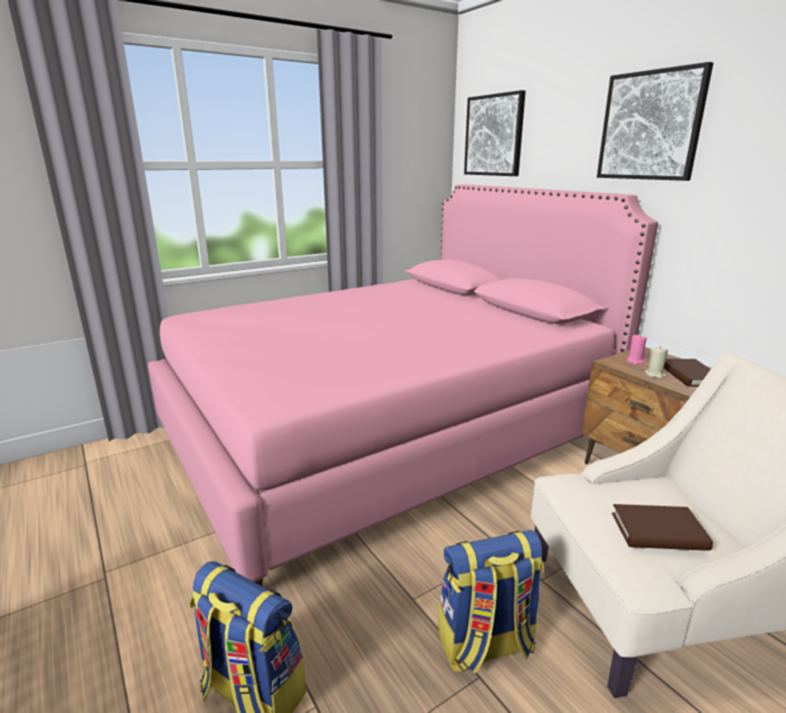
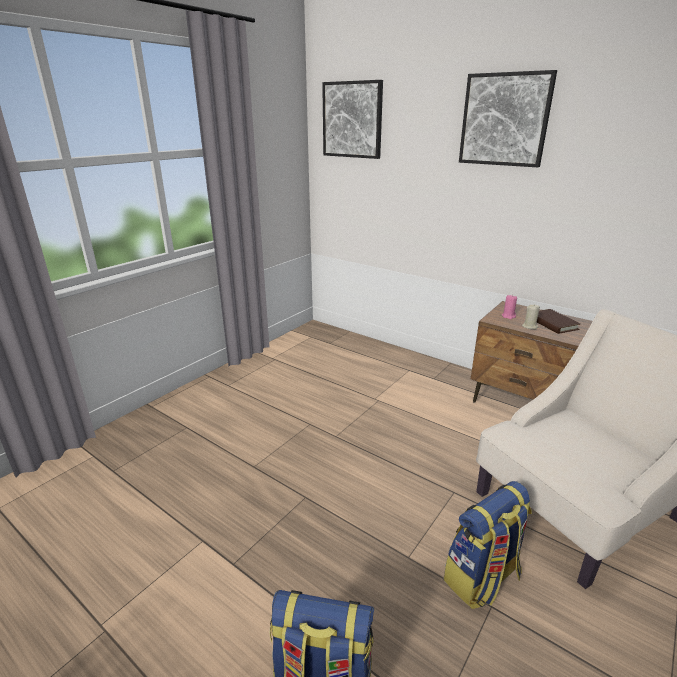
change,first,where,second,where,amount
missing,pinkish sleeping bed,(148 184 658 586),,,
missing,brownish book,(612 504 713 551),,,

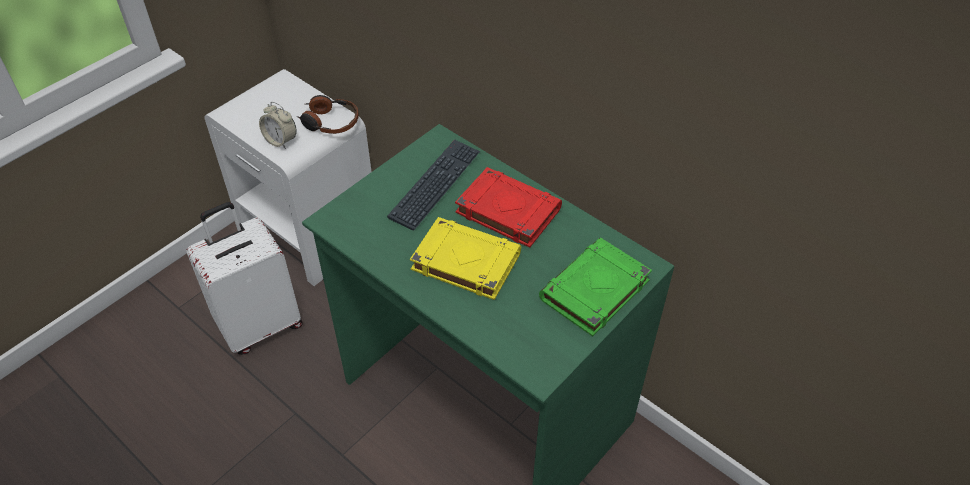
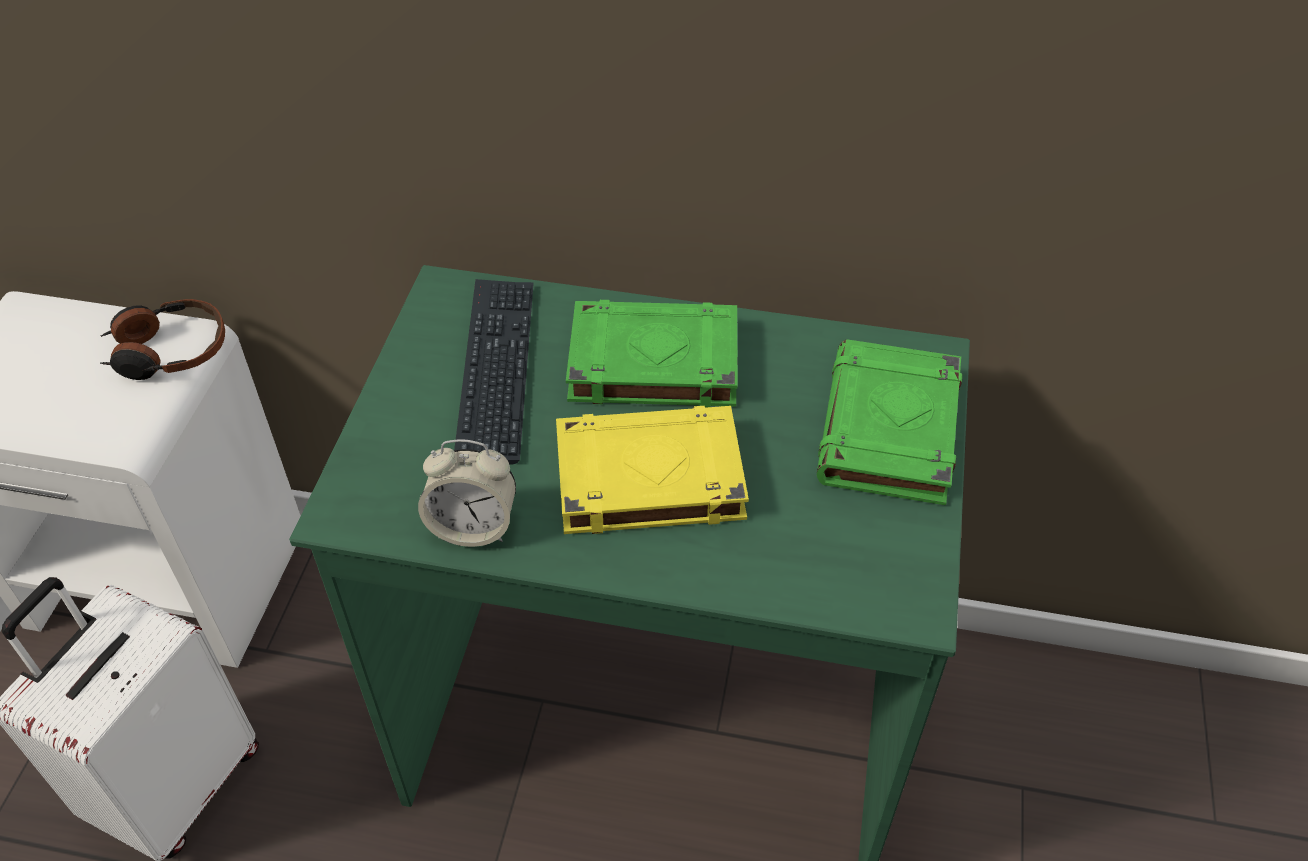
change,first,where,second,where,amount
relocated,table clock,(259 102 297 149),,(418 439 516 547),
colour,red-coloured book,(455 167 562 248),greenish book,(566 300 738 407),

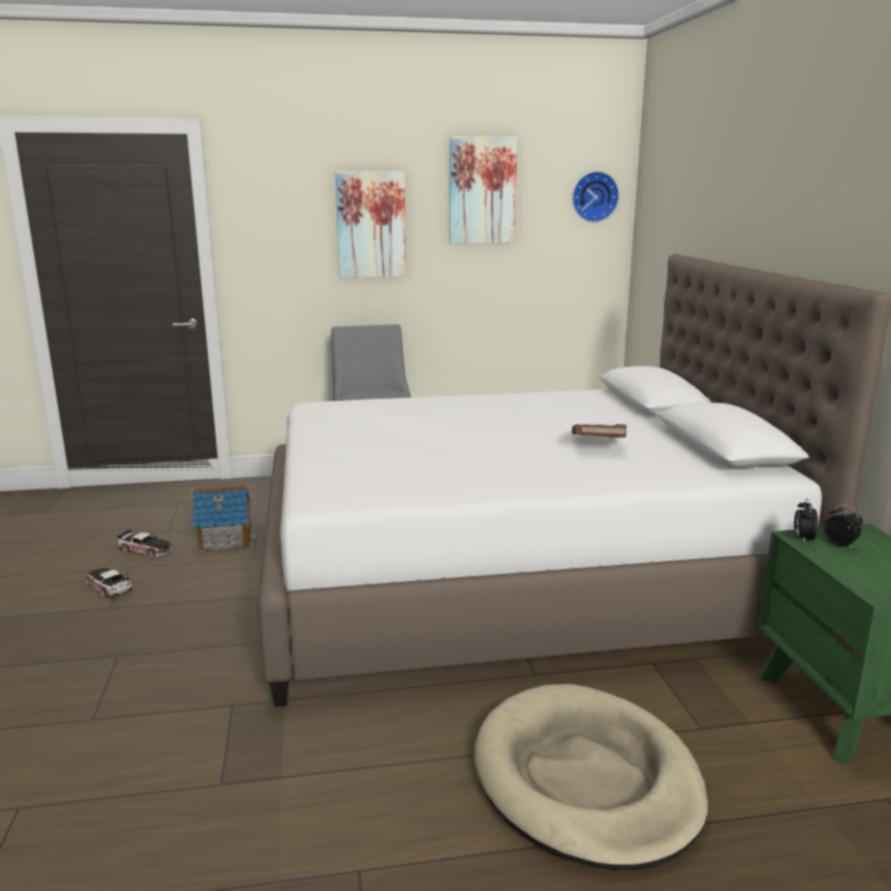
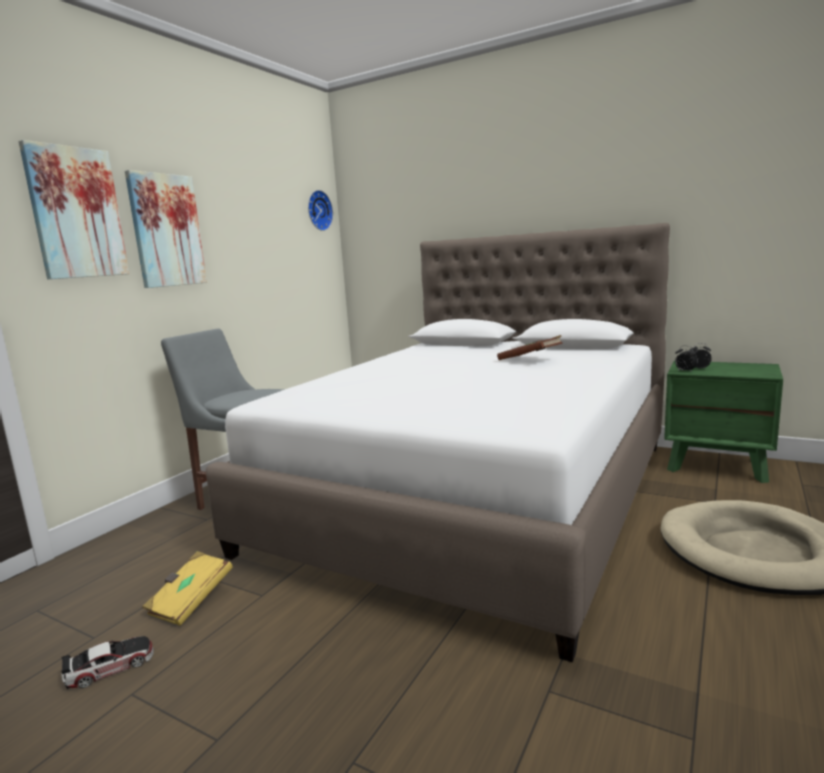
change,first,where,second,where,amount
relocated,wall picture,(449 136 517 244),,(18 140 130 279),
exchanged,toy house,(191 484 258 552),yellow-coloured book,(142 551 233 626),
missing,model car,(86 568 132 598),,,

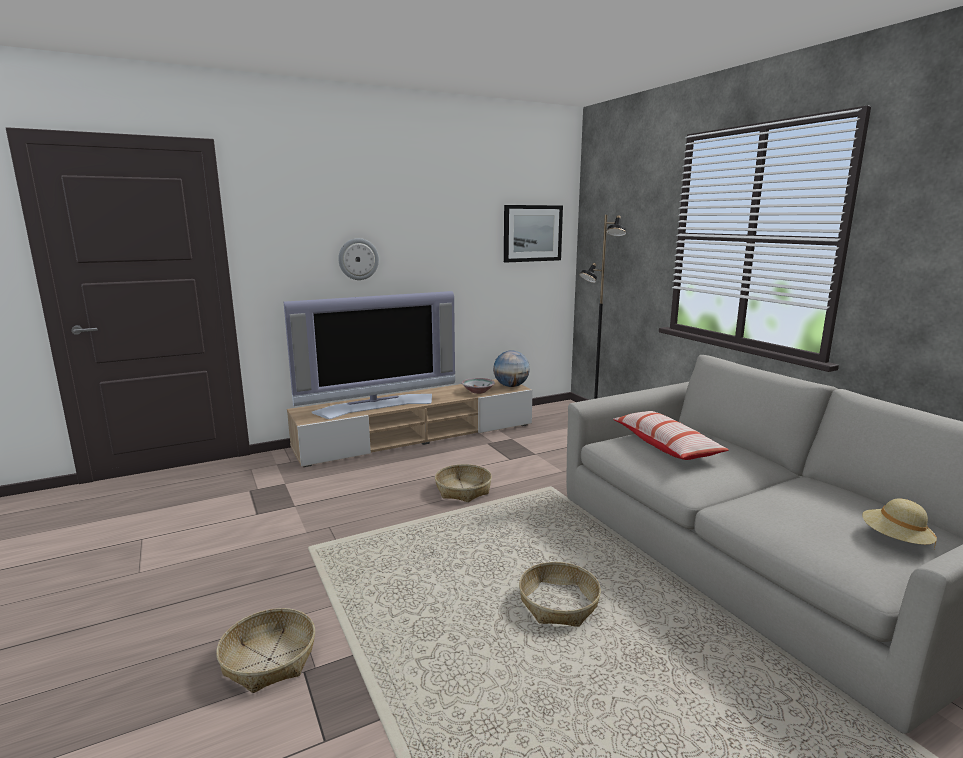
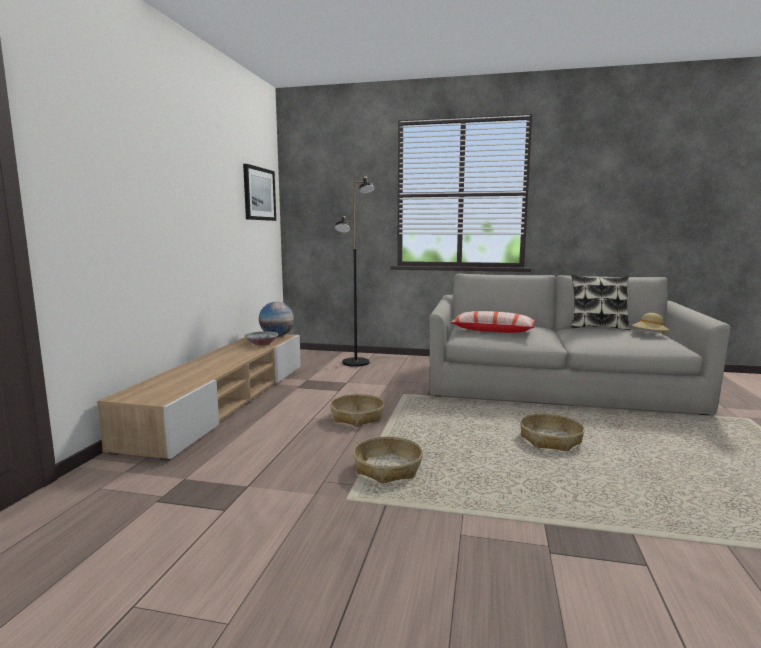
change,first,where,second,where,amount
missing,wall clock,(338 238 379 280),,,
missing,TV,(284 291 455 419),,,
relocated,storage basket,(216 608 315 693),,(353 437 423 483),
appeared,,,pillow,(571 274 630 330),

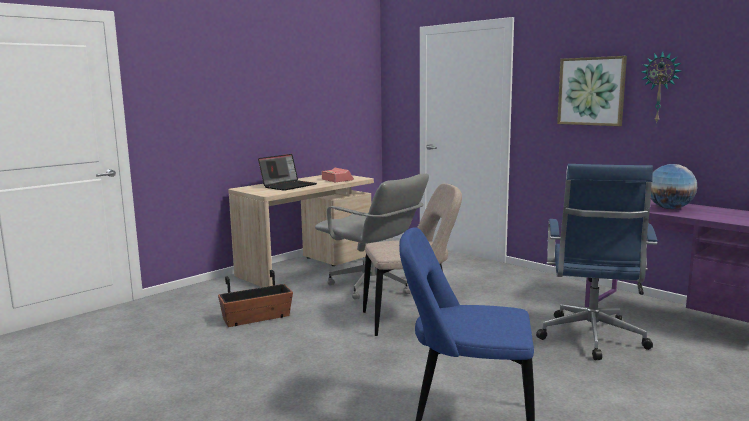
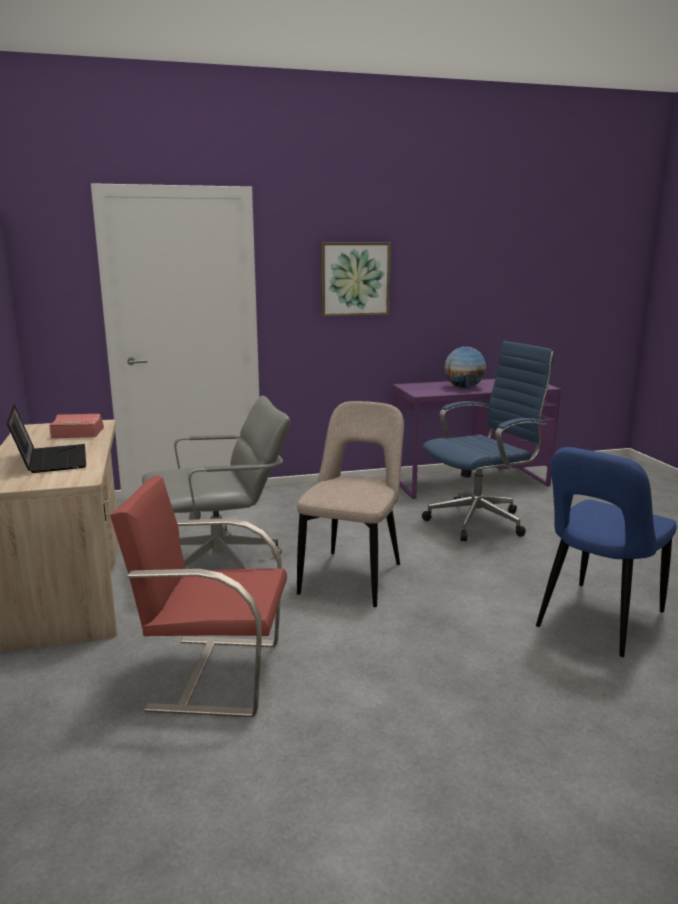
change,first,where,second,where,amount
missing,wall clock,(642 52 681 124),,,
spun,blue computer chair,(536 164 658 360),,(422 341 554 541),75 degrees counterclockwise
exchanged,plant pot,(218 270 293 327),red-coloured chair,(110 476 287 717),

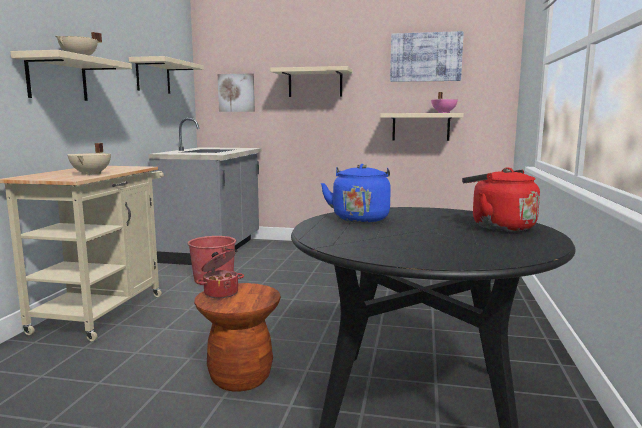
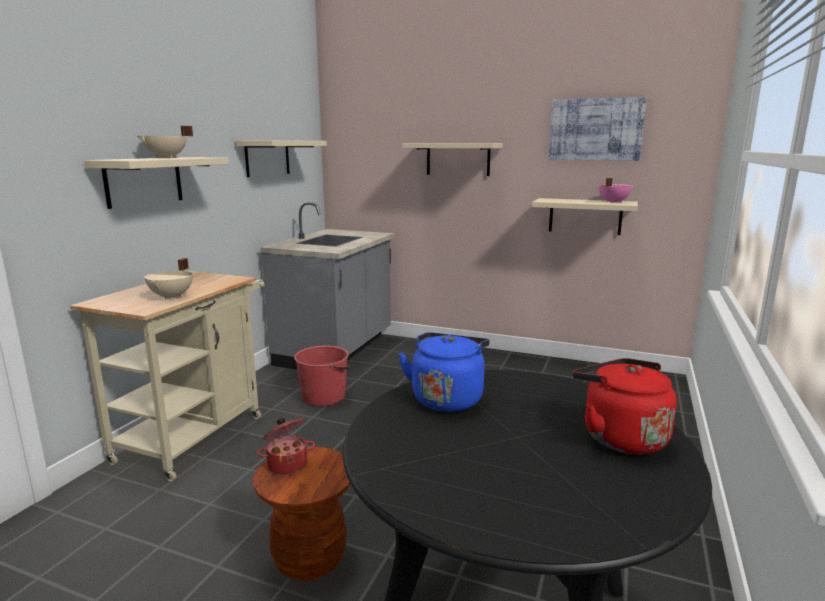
change,first,where,second,where,amount
missing,wall picture,(218 73 255 112),,,

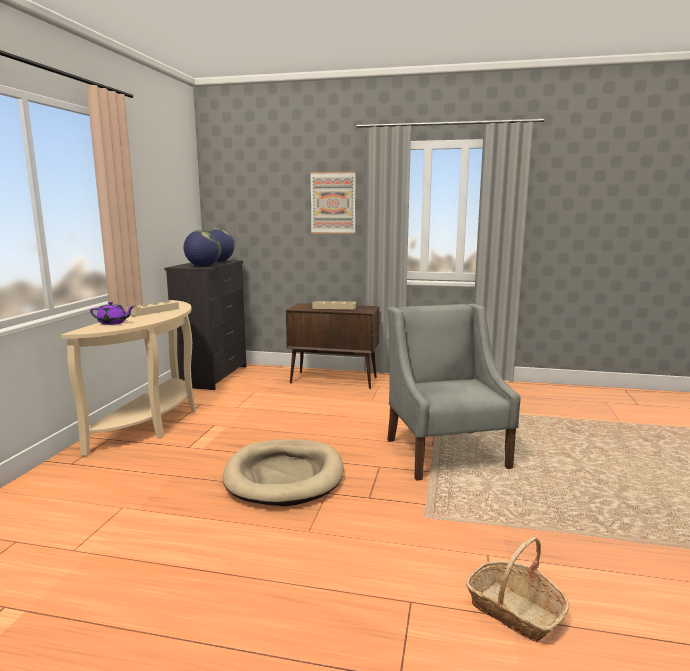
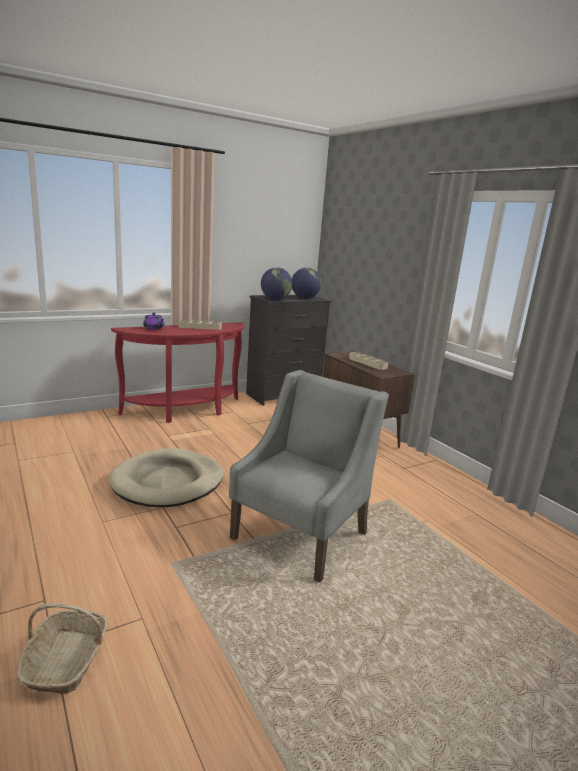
change,first,where,second,where,amount
missing,wall picture,(310 172 356 234),,,
colour,beige-coloured narrow table,(61 300 196 456),red-coloured narrow table,(111 322 244 423),

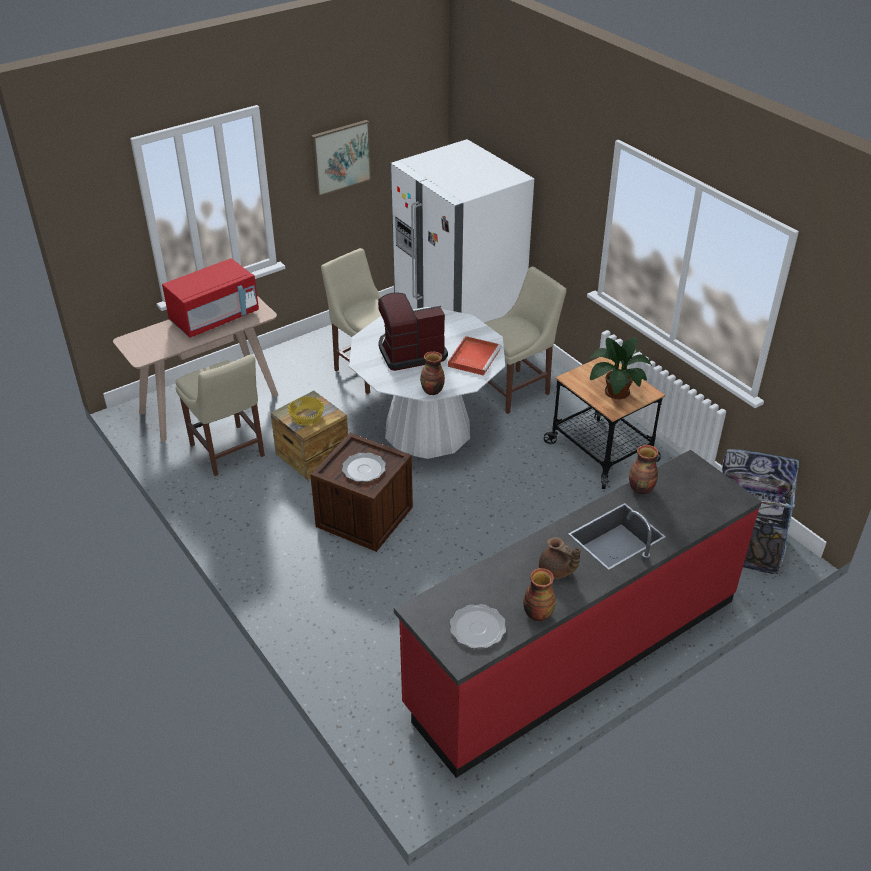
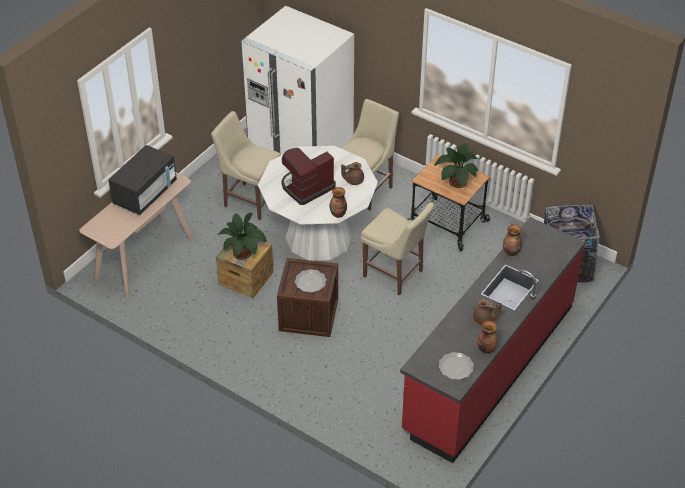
change,first,where,second,where,amount
missing,wall picture,(311 120 371 197),,,
colour,red-coloured kitchen microwave,(162 258 259 338),black-coloured kitchen microwave,(109 145 177 215),
exchanged,red-coloured tray,(448 336 501 376),brownish tea pot,(341 162 364 185),
relocated,beige-coloured chair,(175 354 265 476),,(361 202 434 295),
exchanged,yellow-coloured serving bowl,(288 397 324 426),houseplant,(218 213 267 260),

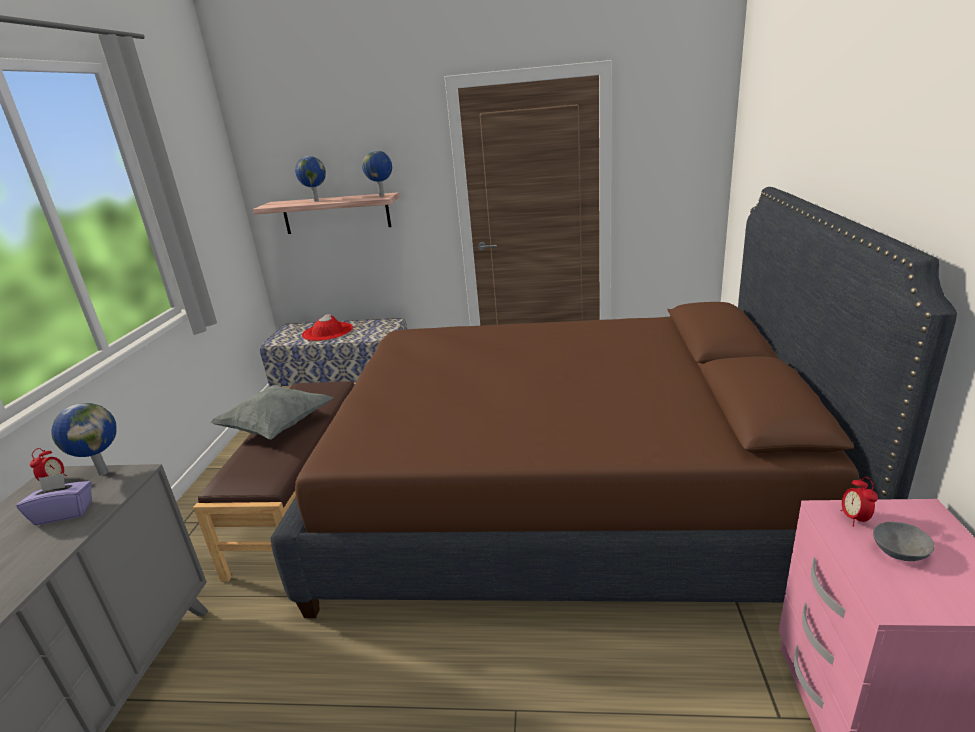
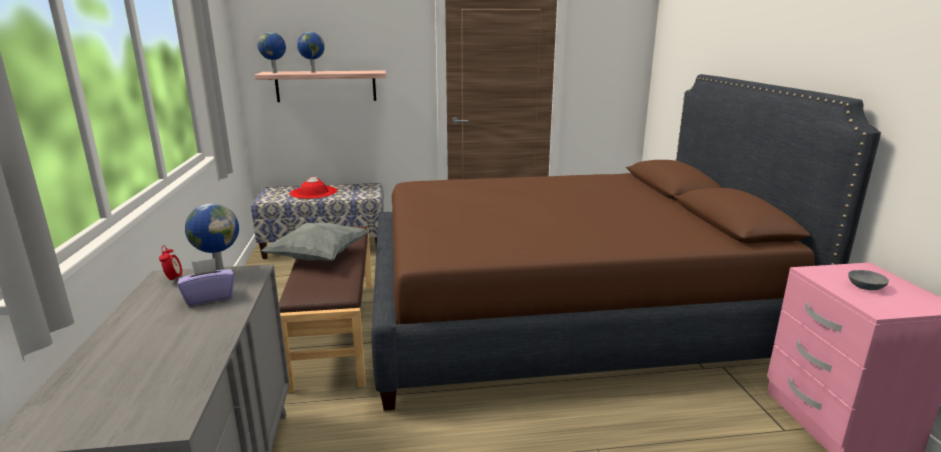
change,first,where,second,where,amount
relocated,world globe,(362 150 392 196),,(258 32 286 73),
missing,table clock,(841 477 878 526),,,

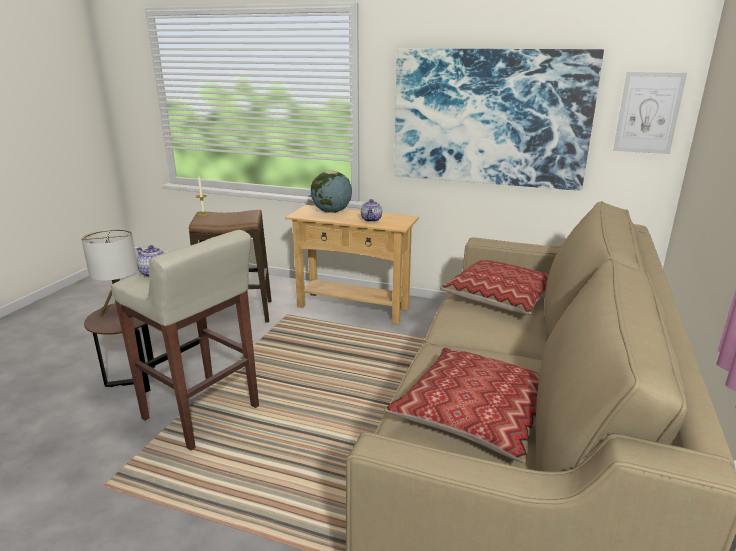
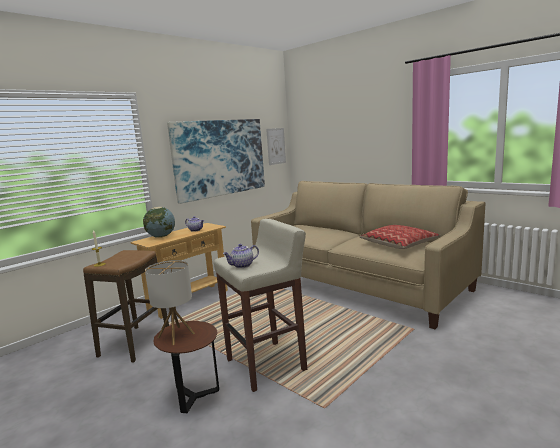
change,first,where,second,where,amount
missing,pillow,(440 260 549 315),,,

